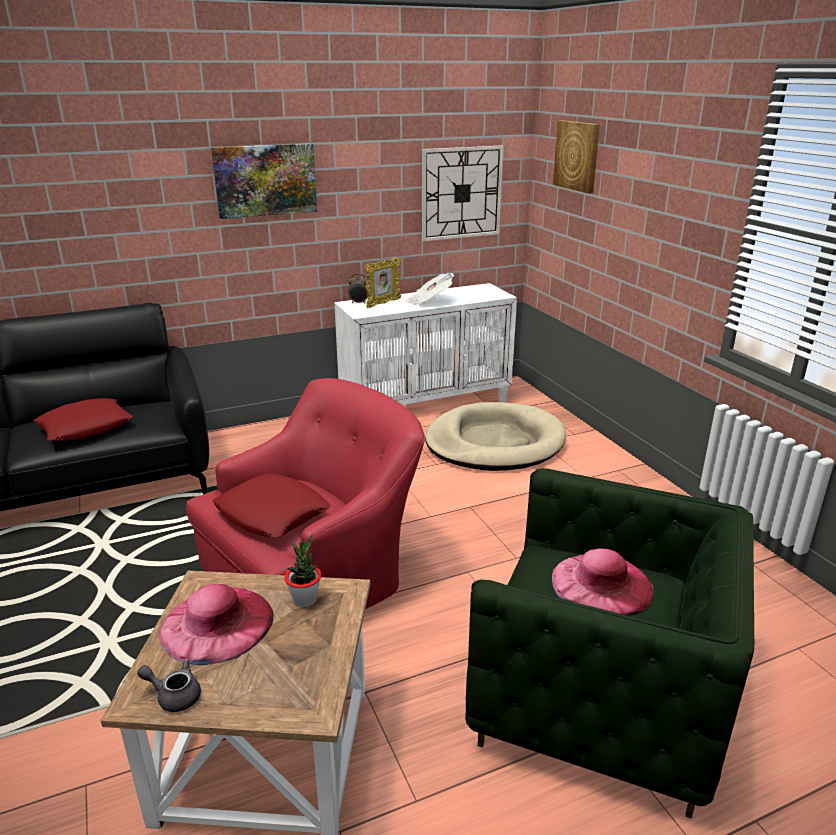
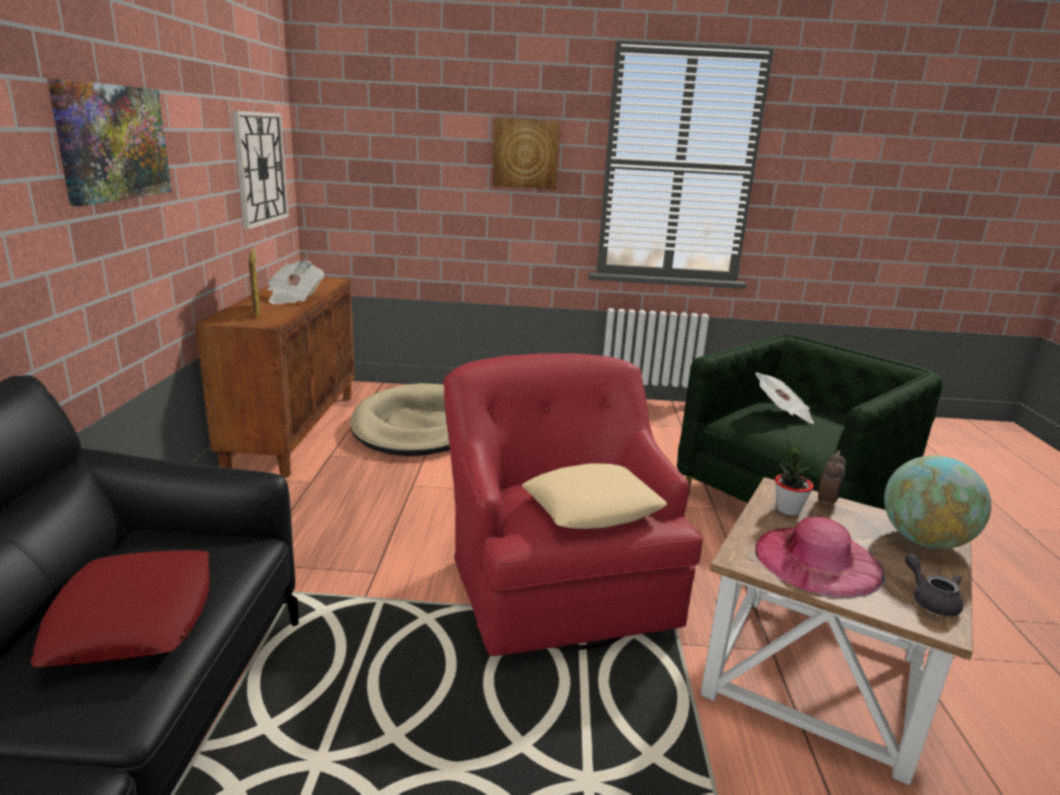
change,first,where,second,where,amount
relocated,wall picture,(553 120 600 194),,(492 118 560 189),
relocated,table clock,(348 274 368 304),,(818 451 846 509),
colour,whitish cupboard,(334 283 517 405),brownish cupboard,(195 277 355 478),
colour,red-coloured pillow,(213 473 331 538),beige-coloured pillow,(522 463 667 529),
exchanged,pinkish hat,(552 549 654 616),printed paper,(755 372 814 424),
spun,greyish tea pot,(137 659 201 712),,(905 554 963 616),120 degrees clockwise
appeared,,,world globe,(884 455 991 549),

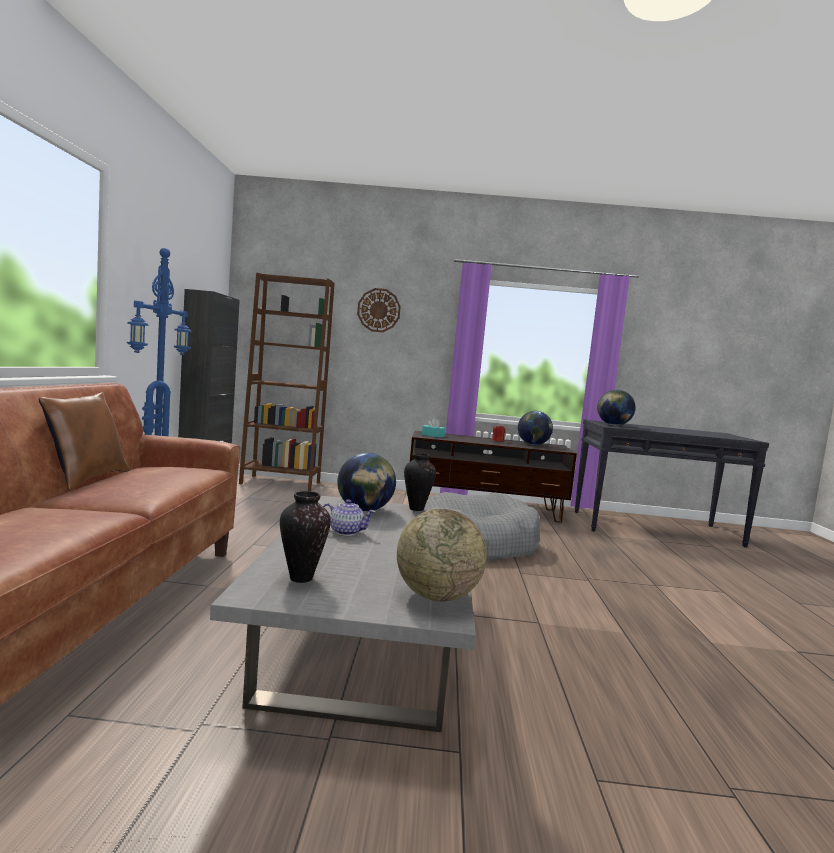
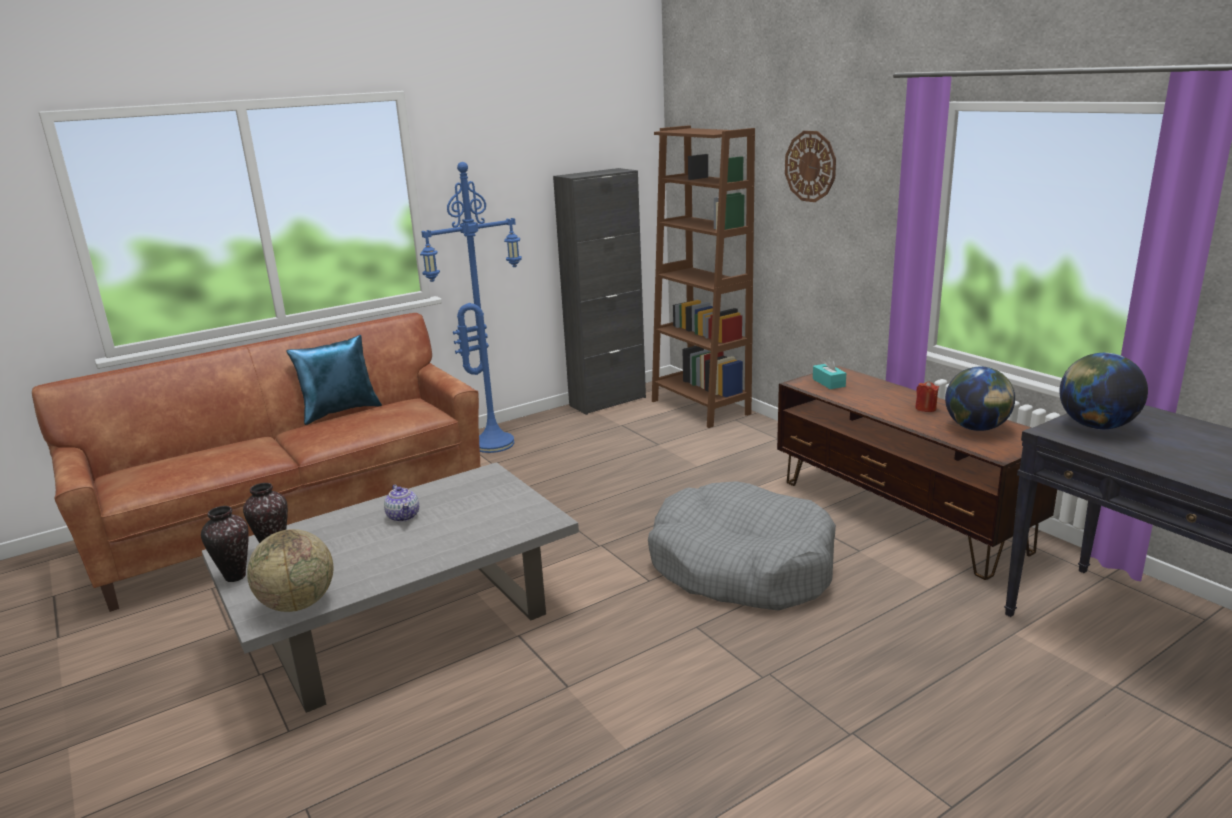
change,first,where,second,where,amount
colour,brownish pillow,(39 392 130 491),blue pillow,(286 335 382 425),
missing,world globe,(337 453 396 511),,,
relocated,flower vase,(404 453 436 511),,(201 506 249 582),

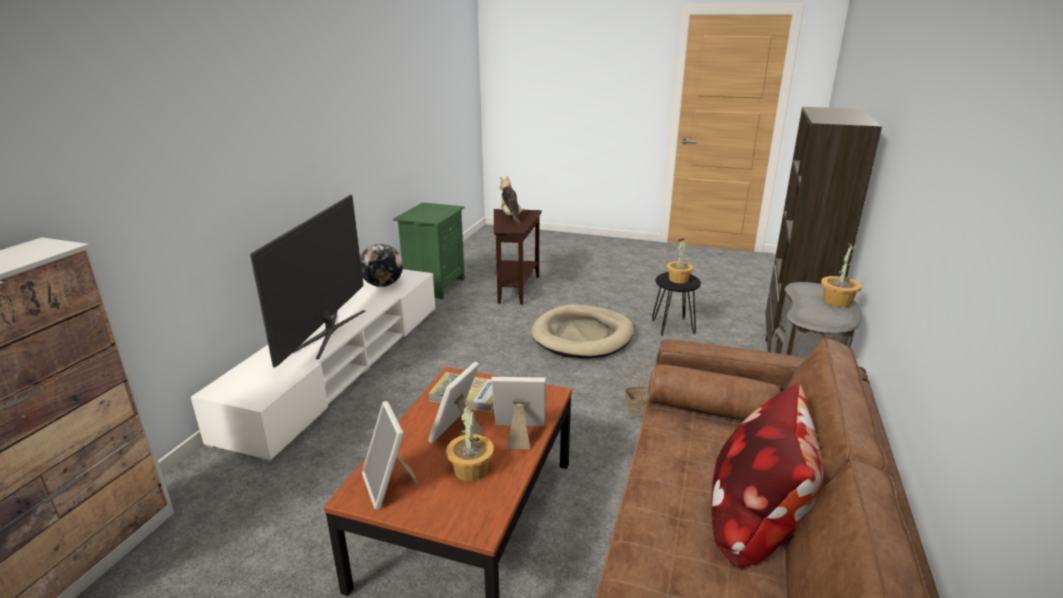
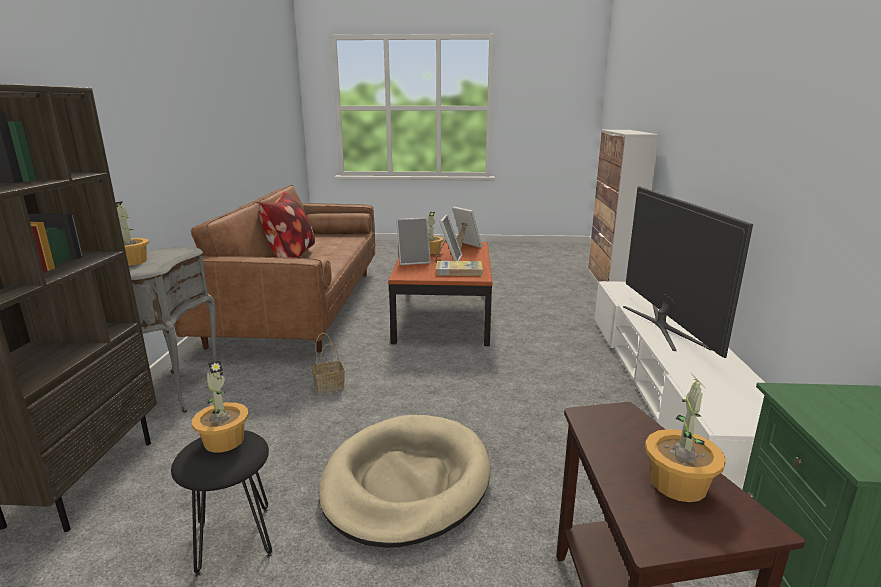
change,first,where,second,where,amount
exchanged,plush toy,(499 176 524 224),houseplant,(645 378 726 502),
missing,world globe,(360 244 403 287),,,

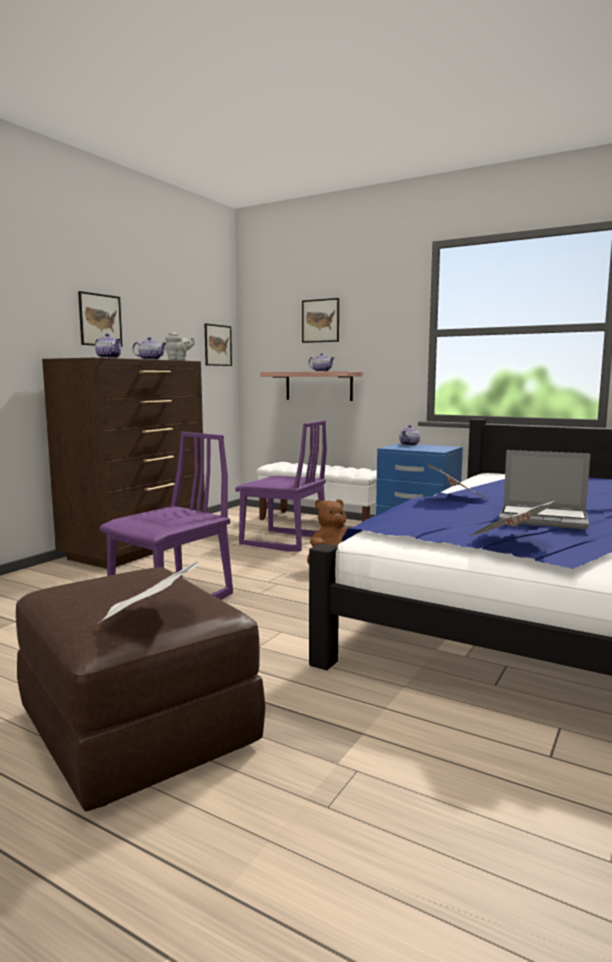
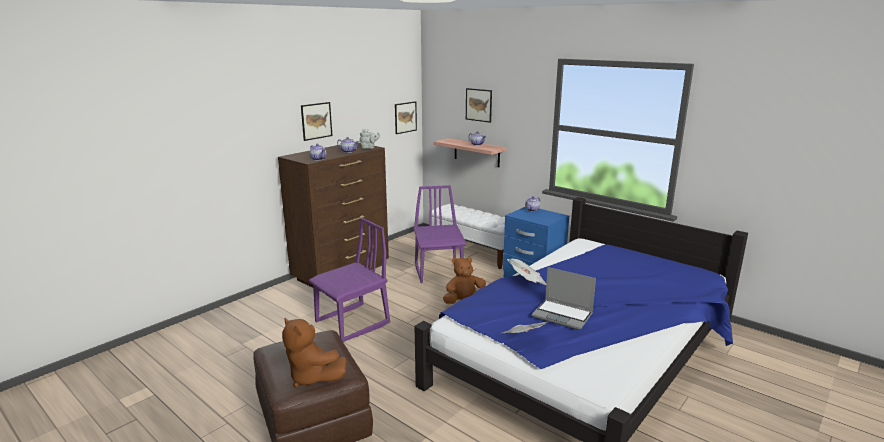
change,first,where,second,where,amount
spun,purplish chair,(235 420 327 552),,(414 185 466 283),135 degrees counterclockwise
exchanged,printed paper,(98 561 199 623),brownish plush toy,(282 318 347 388),

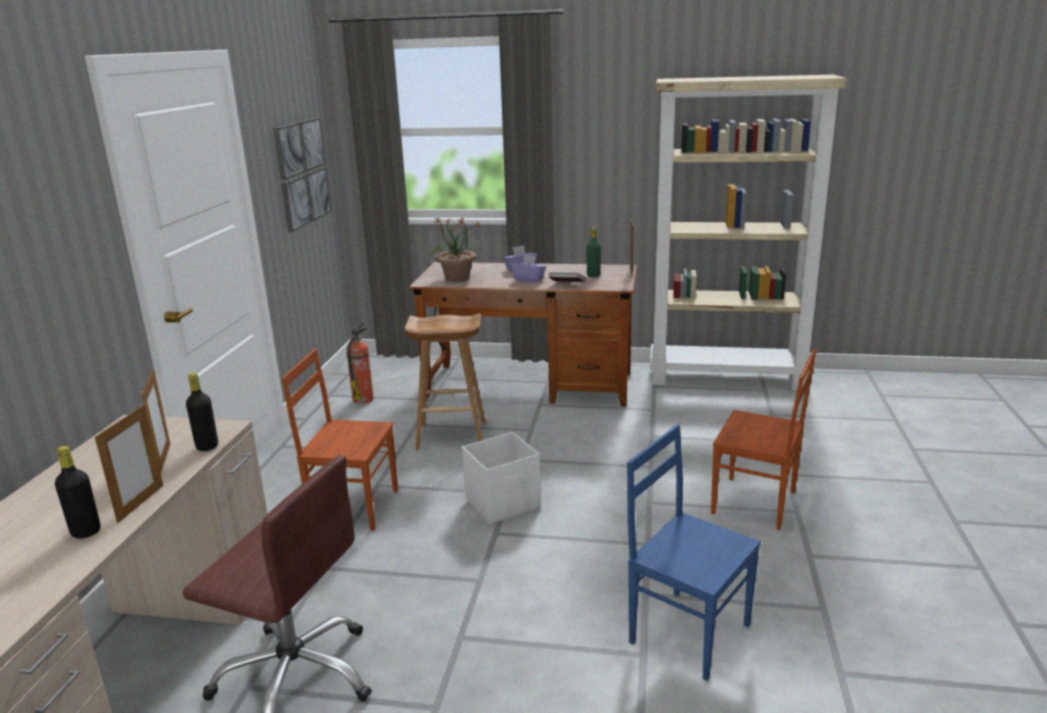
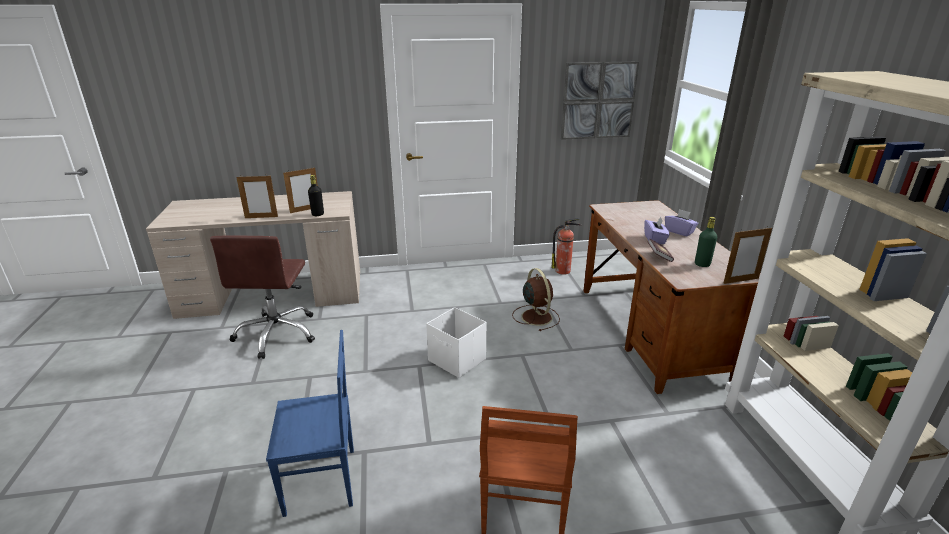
change,first,where,second,where,amount
missing,houseplant,(431 217 483 282),,,
exchanged,brownish stool,(404 313 486 450),brownish cooling fan,(512 268 560 331),
missing,brownish chair,(281 349 398 531),,,
spun,blue chair,(627 424 761 681),,(266 330 354 517),60 degrees clockwise
missing,black-coloured drink bottle,(55 446 101 538),,,

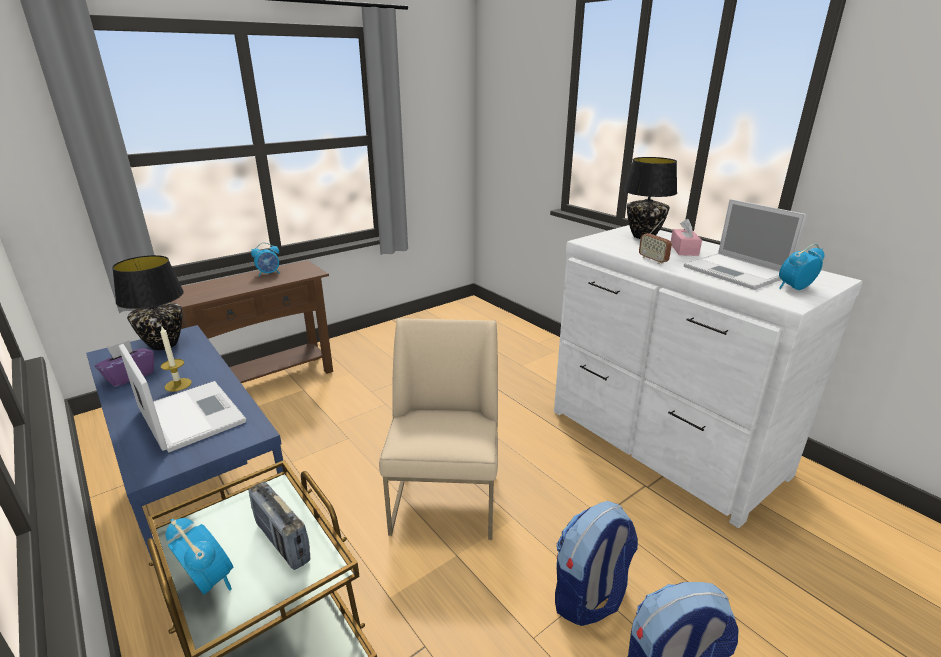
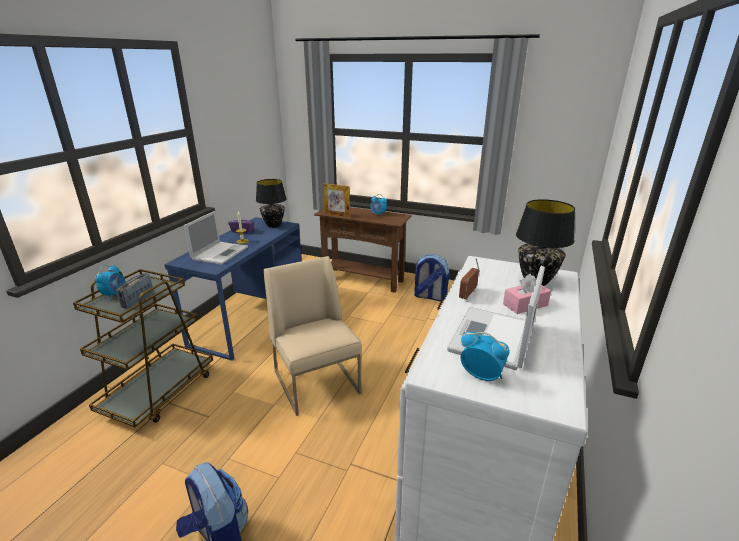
change,first,where,second,where,amount
spun,beige-coloured chair,(379 318 498 540),,(264 256 362 416),90 degrees counterclockwise
relocated,knapsack,(555 501 638 626),,(414 254 449 301),
appeared,,,picture frame,(323 183 350 217),

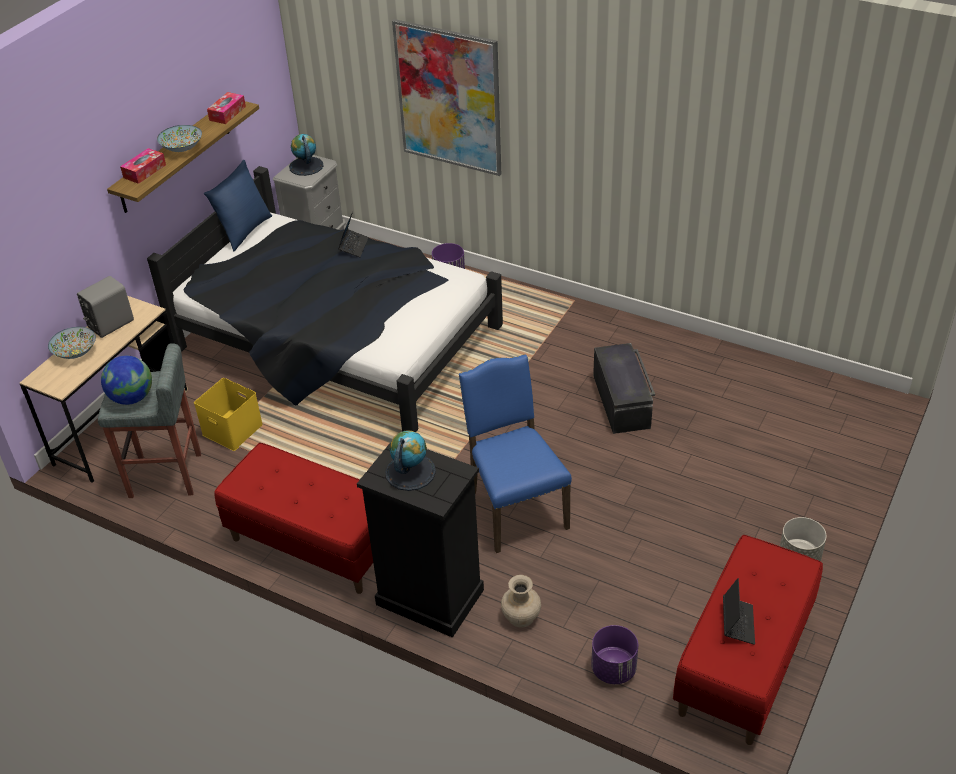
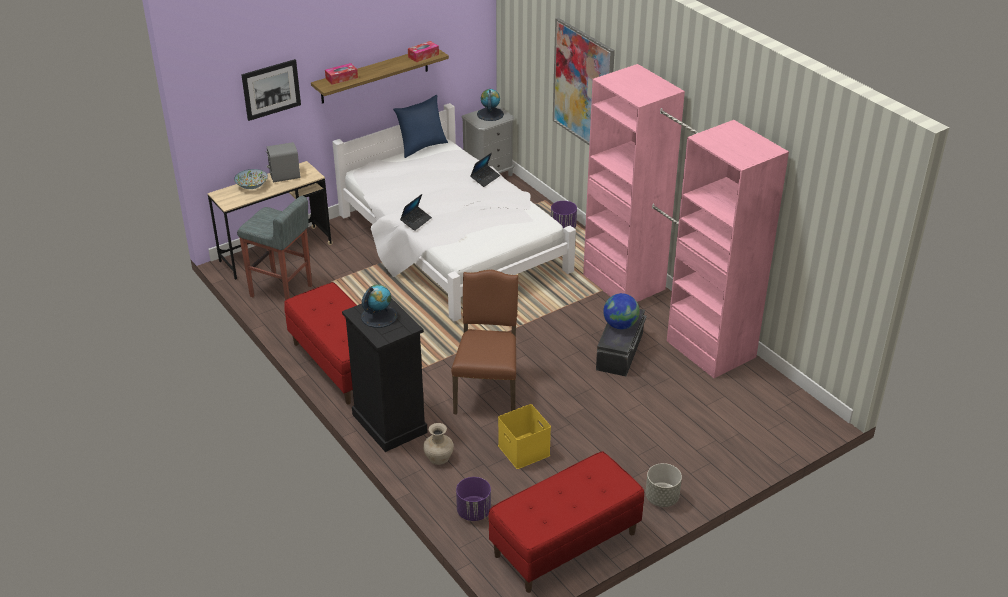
change,first,where,second,where,amount
missing,serving bowl,(157 125 202 152),,,
colour,black-coloured sleeping bed,(147 166 503 432),whitish sleeping bed,(332 103 576 322),
colour,blue chair,(459 354 572 553),brownish chair,(451 269 518 414),
relocated,world globe,(101 356 152 405),,(603 293 640 329),
relocated,yellow-coloured storage box,(194 378 263 451),,(498 404 551 469),
relocated,laptop,(723 578 755 645),,(400 194 432 231),
appeared,,,wall picture,(241 59 301 121),
appeared,,,pinkish wardrobe,(583 64 789 378),

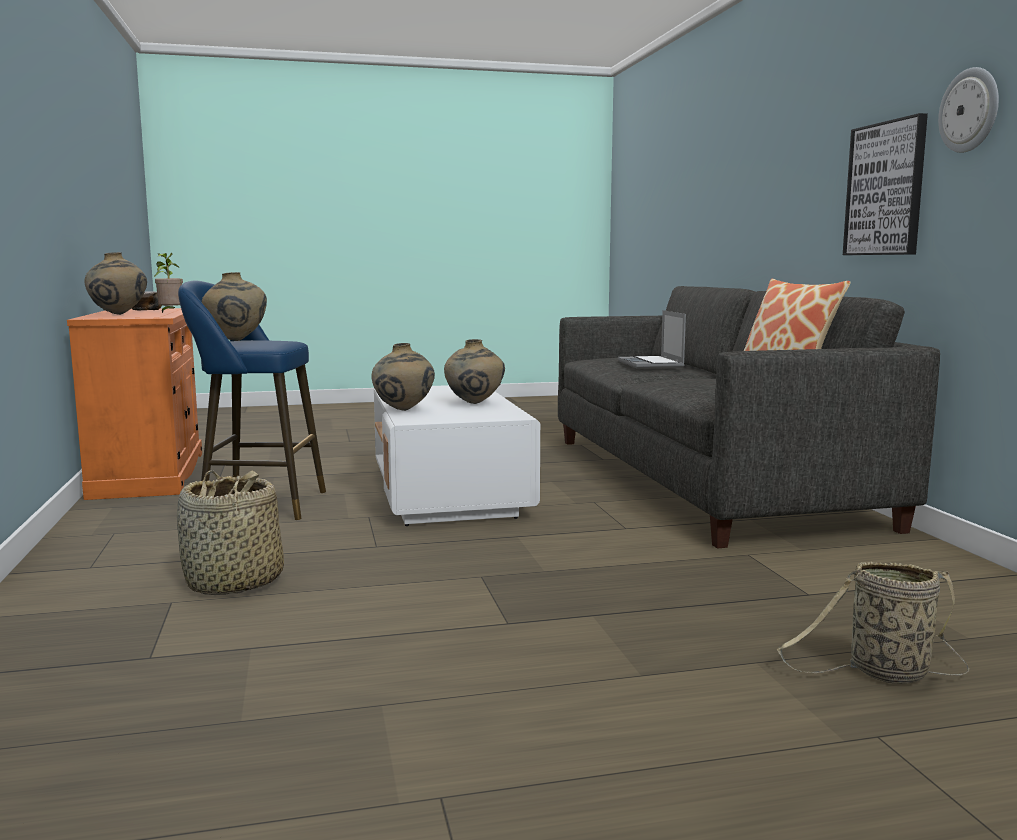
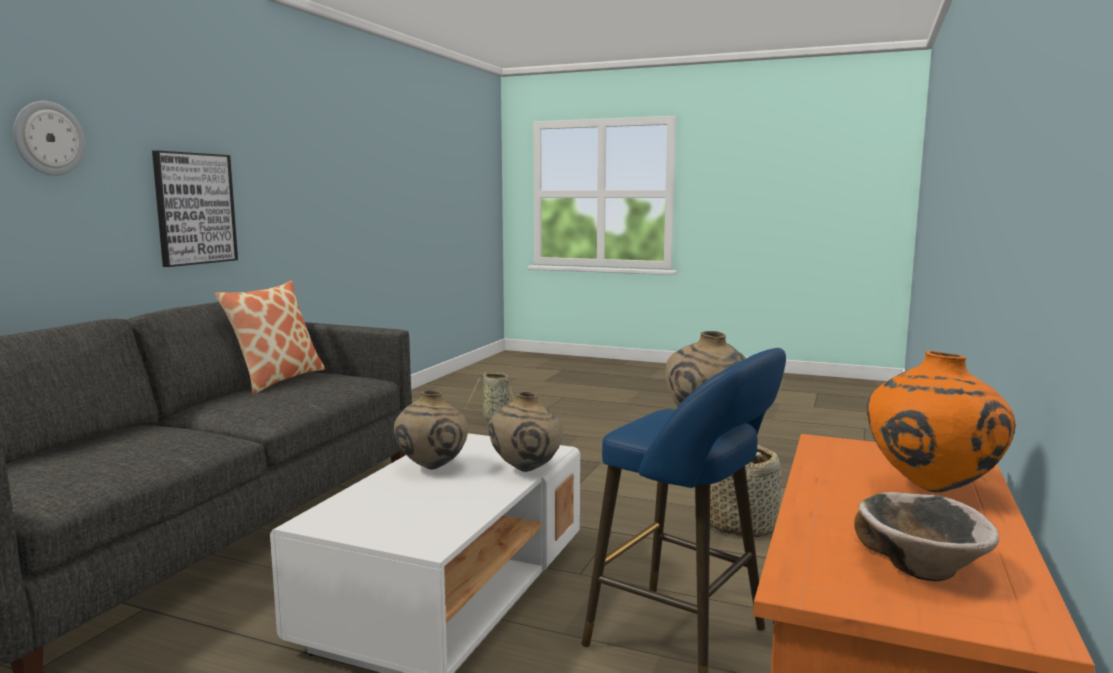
change,first,where,second,where,amount
relocated,wall clock,(938 67 999 153),,(13 101 85 176),
colour,beige-coloured flower vase,(85 252 147 315),orange-coloured flower vase,(866 351 1016 493),
missing,houseplant,(154 253 183 313),,,
missing,laptop,(618 310 686 369),,,

